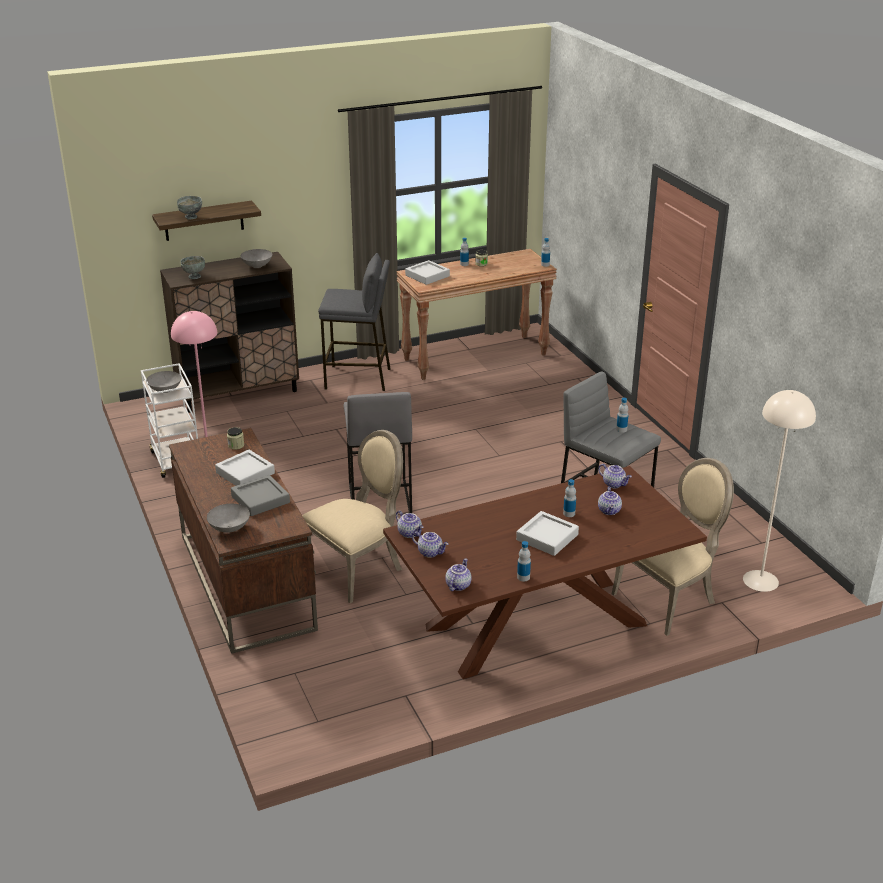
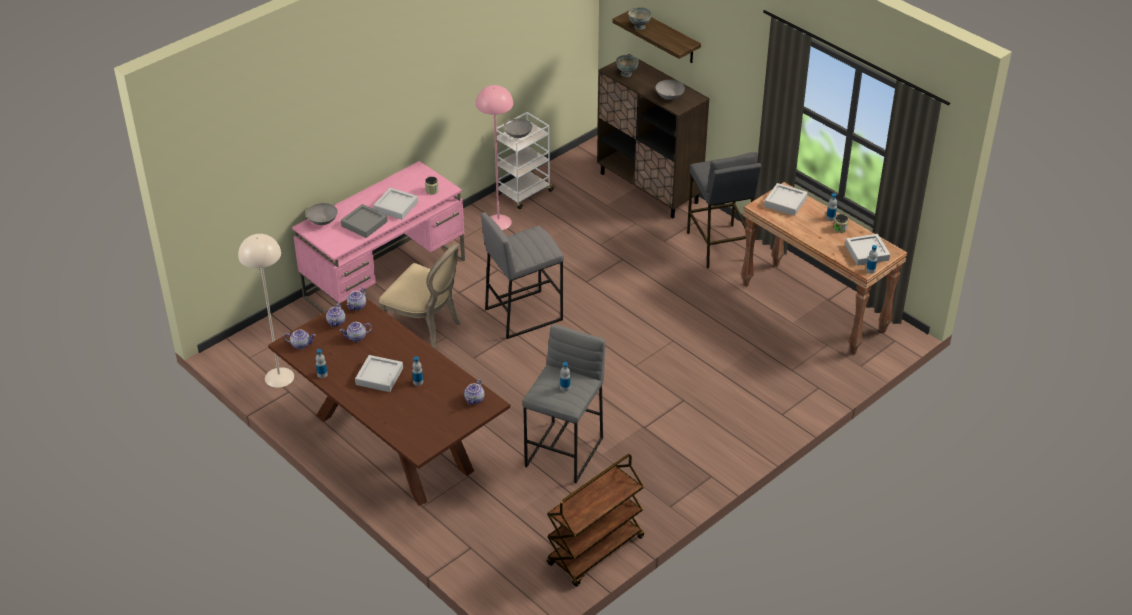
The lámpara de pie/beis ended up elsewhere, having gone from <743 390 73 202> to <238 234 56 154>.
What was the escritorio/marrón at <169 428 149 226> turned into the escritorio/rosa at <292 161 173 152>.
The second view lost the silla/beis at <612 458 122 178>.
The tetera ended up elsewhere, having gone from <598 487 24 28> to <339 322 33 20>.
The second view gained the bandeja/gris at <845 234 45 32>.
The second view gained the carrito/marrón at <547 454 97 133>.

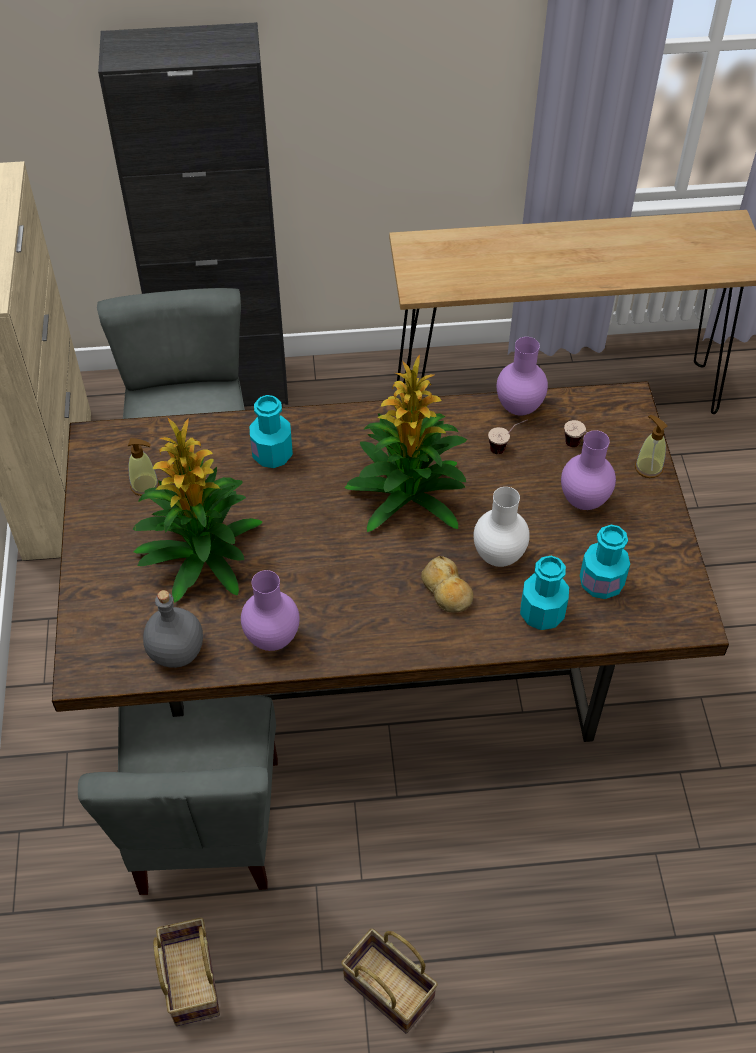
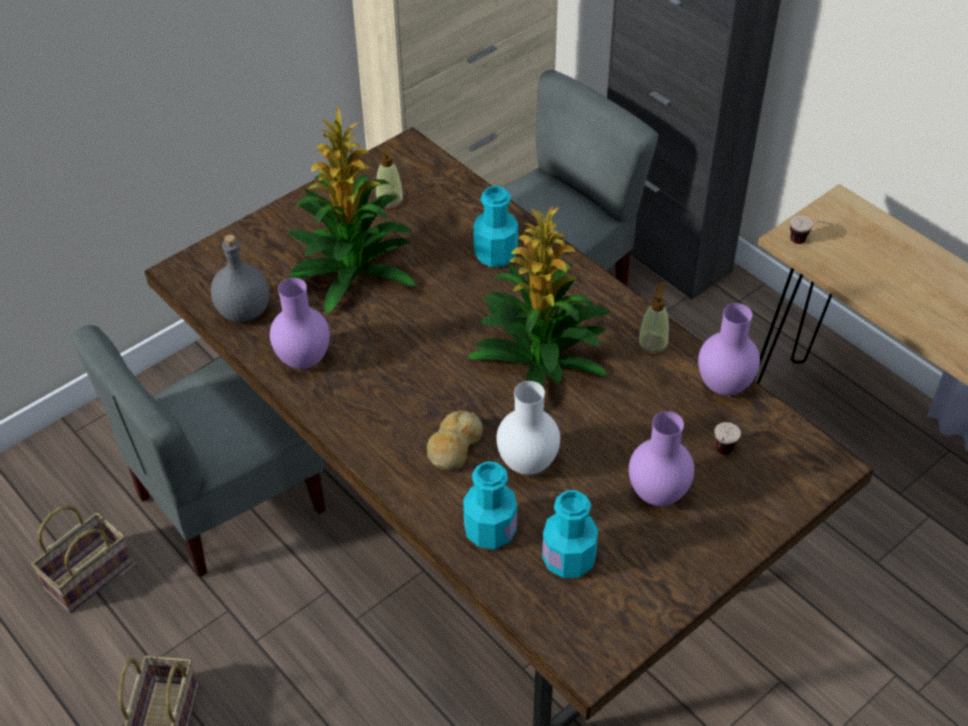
The dispensador de jabón ended up elsewhere, having gone from <635 415 33 63> to <637 282 32 74>.
The taza ended up elsewhere, having gone from <488 419 40 35> to <790 215 42 29>.

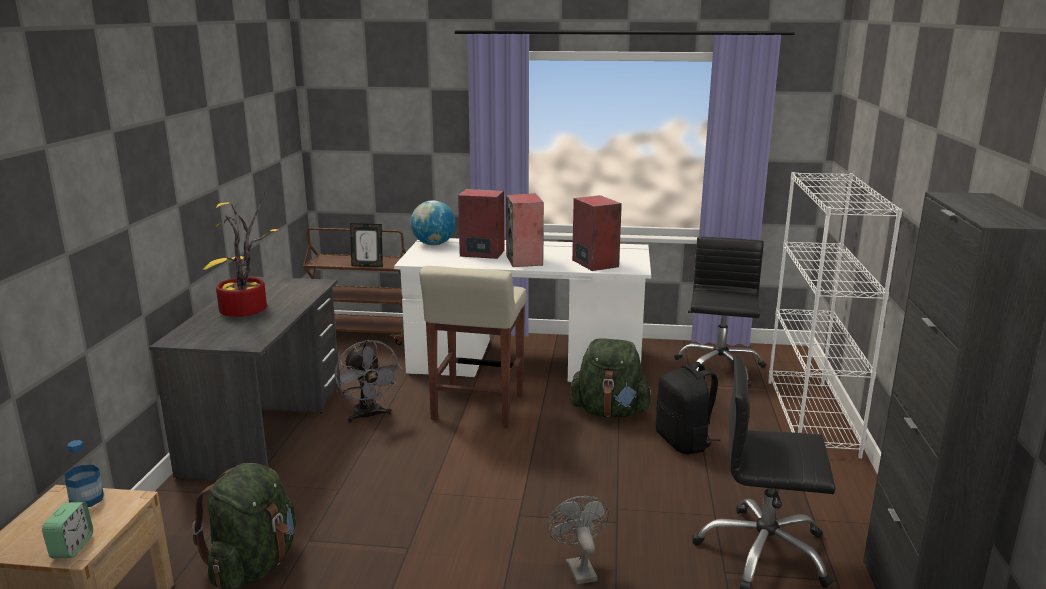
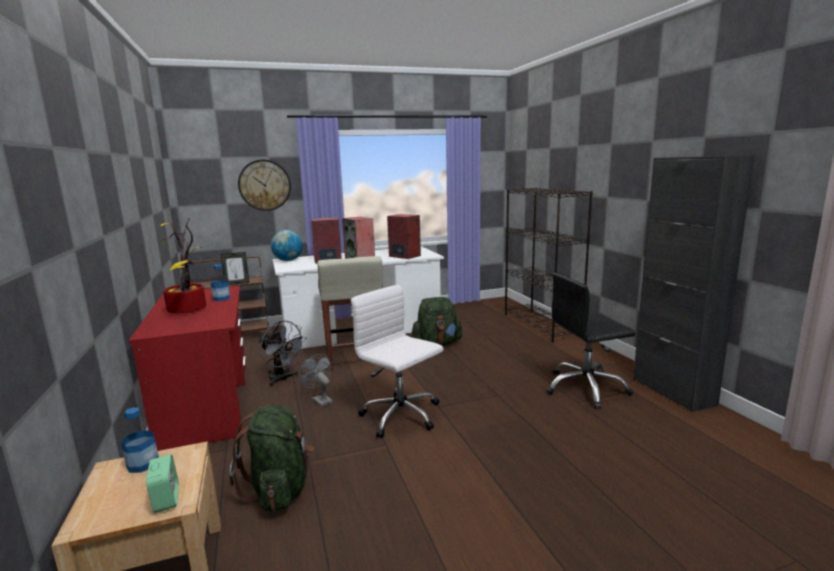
What was the estantería/blanco at <768 172 135 287> turned into the estantería/negro at <505 188 88 154>.
The second view lost the silla de oficina/negro at <674 237 92 149>.
What was the escritorio/gris at <149 276 192 204> turned into the escritorio/rojo at <128 285 118 166>.
The second view lost the mochila/negro at <656 362 64 92>.
The ventilador/gris ended up elsewhere, having gone from <547 496 62 88> to <298 354 35 53>.
The second view gained the reloj de pared at <238 159 53 52>.
The second view gained the botella at <210 264 20 37>.
The second view gained the silla de oficina/blanco at <351 285 93 153>.

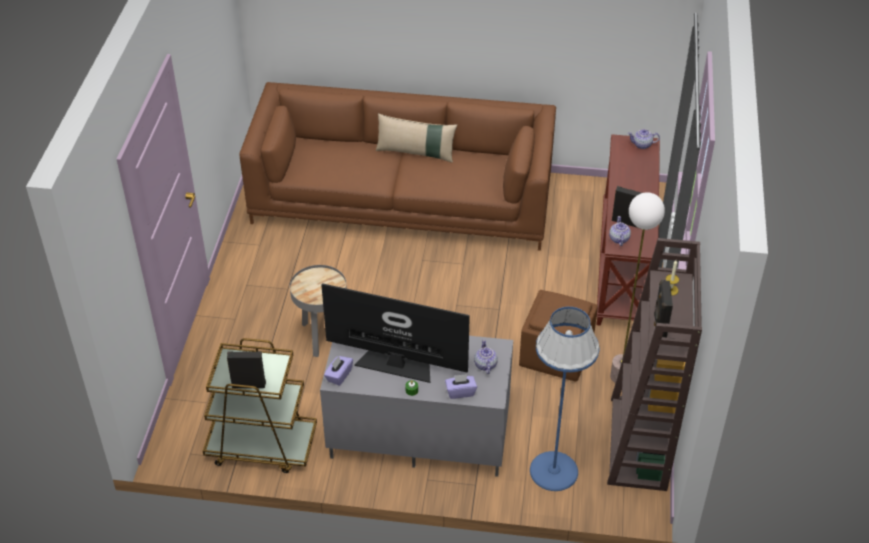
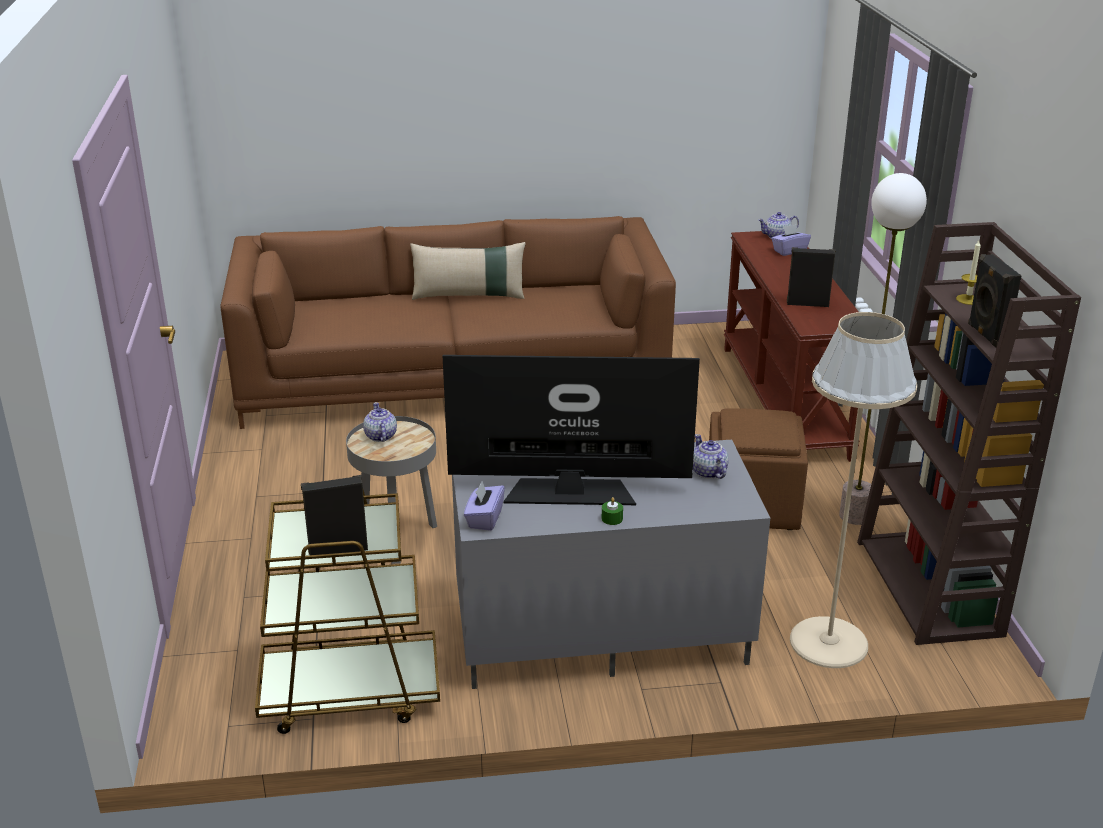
The tetera ended up elsewhere, having gone from <609 216 22 30> to <363 402 34 40>.
What was the lámpara de pie/azul at <530 307 69 184> turned into the lámpara de pie/beis at <790 312 127 356>.
The caja de pañuelos/morado ended up elsewhere, having gone from <445 374 32 25> to <771 224 40 32>.

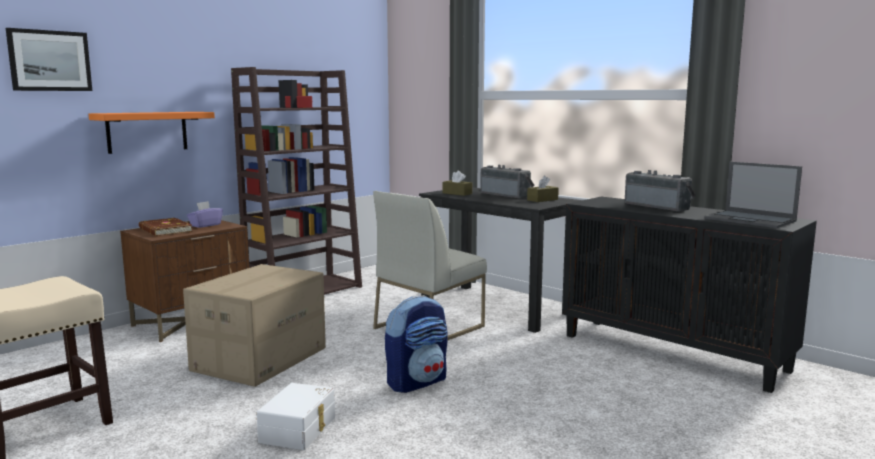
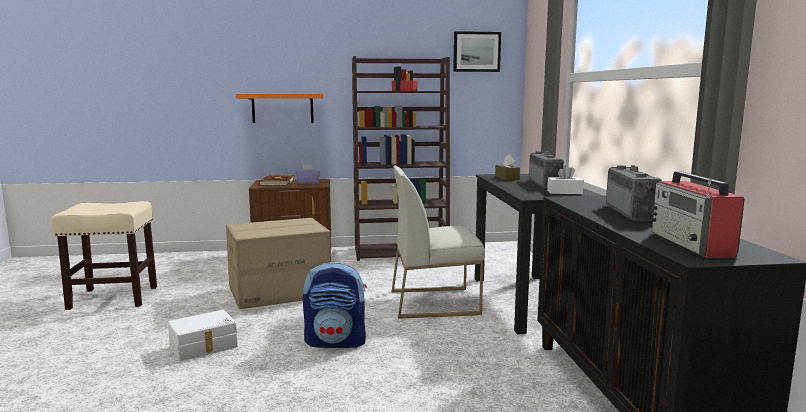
The cuadro ended up elsewhere, having gone from <6 28 86 63> to <453 31 48 41>.
Where the portátil stood at <704 162 98 66>, the radio came to stand at <651 171 94 87>.
What was the caja de pañuelos/marrón at <527 176 32 26> turned into the caja de pañuelos/blanco at <547 165 37 29>.

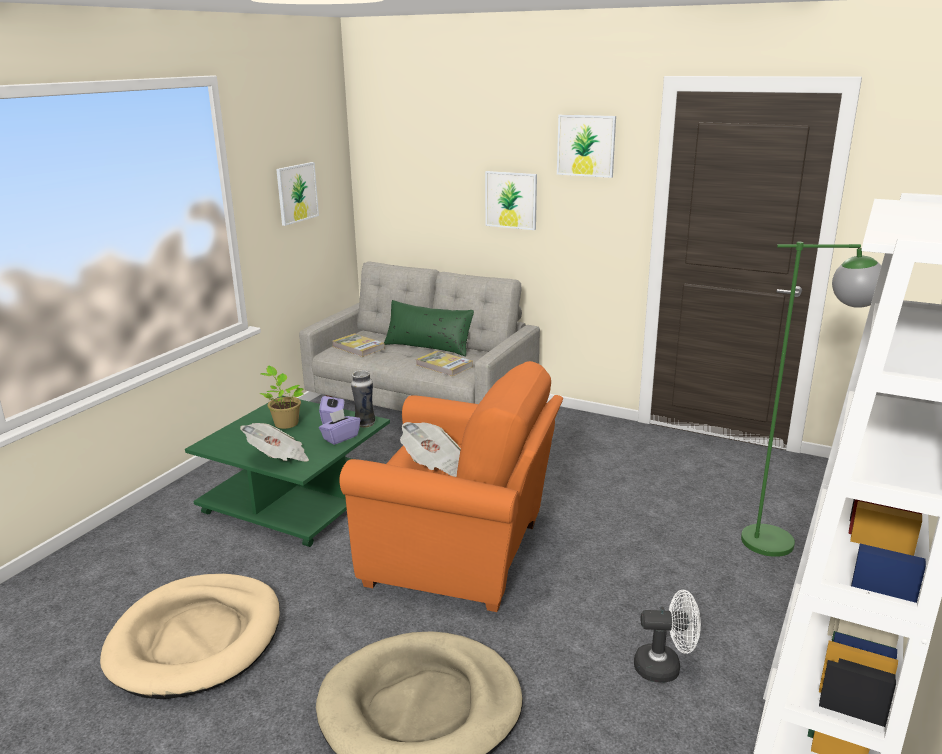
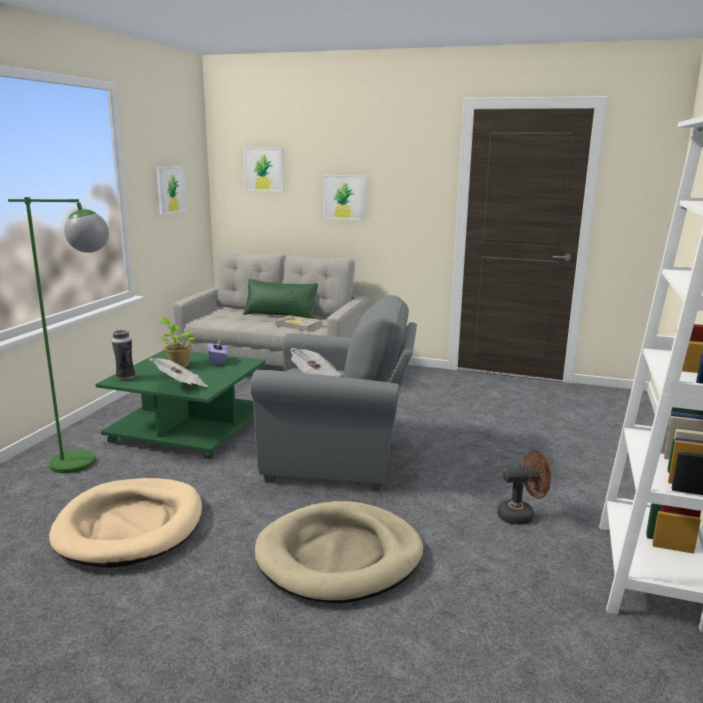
The cuadro ended up elsewhere, having gone from <557 115 59 63> to <243 147 41 45>.
The lámpara de pie/verde ended up elsewhere, having gone from <741 242 141 315> to <8 197 101 277>.
The second view lost the libro at <333 334 52 23>.
What was the sillón/naranja at <339 361 224 251> turned into the sillón/gris at <250 295 167 196>.
The florero ended up elsewhere, having gone from <351 370 24 58> to <112 329 23 52>.
The second view lost the caja de pañuelos/morado at <319 409 41 36>.
What was the ventilador/blanco at <634 590 67 93> turned into the ventilador/marrón at <497 450 54 75>.

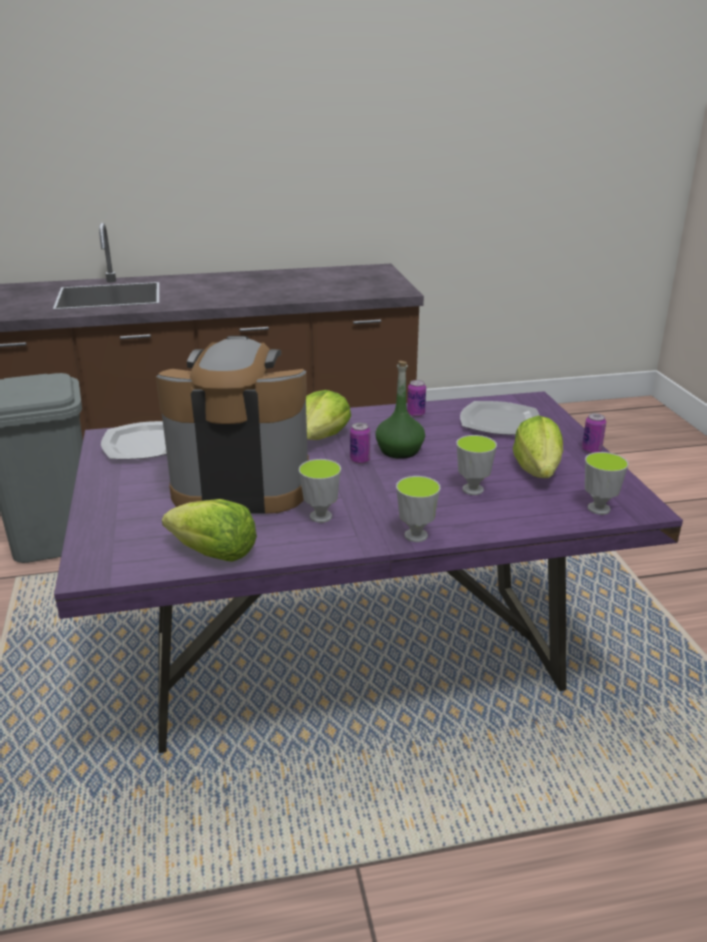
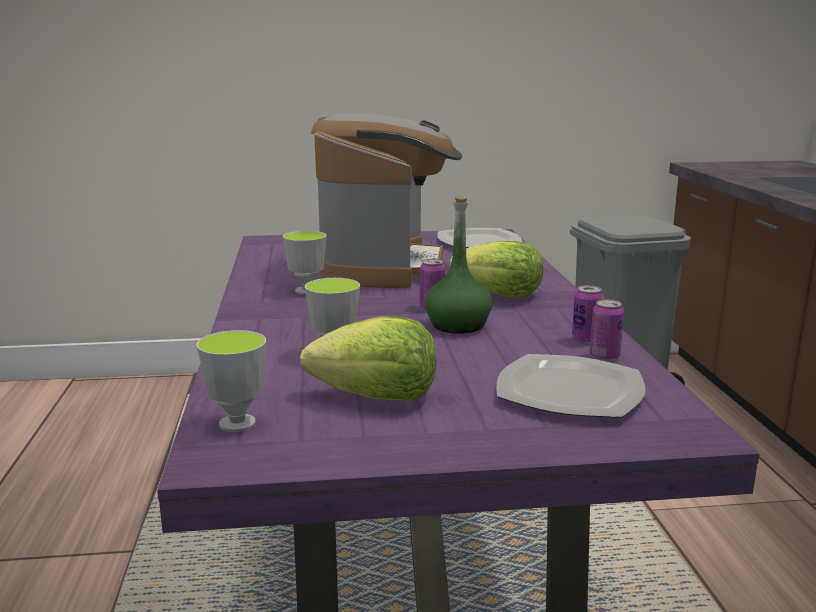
The lata ended up elsewhere, having gone from <582 413 24 40> to <590 299 34 62>.
The second view lost the taza at <396 476 45 66>.
The second view lost the lechuga at <162 499 95 63>.

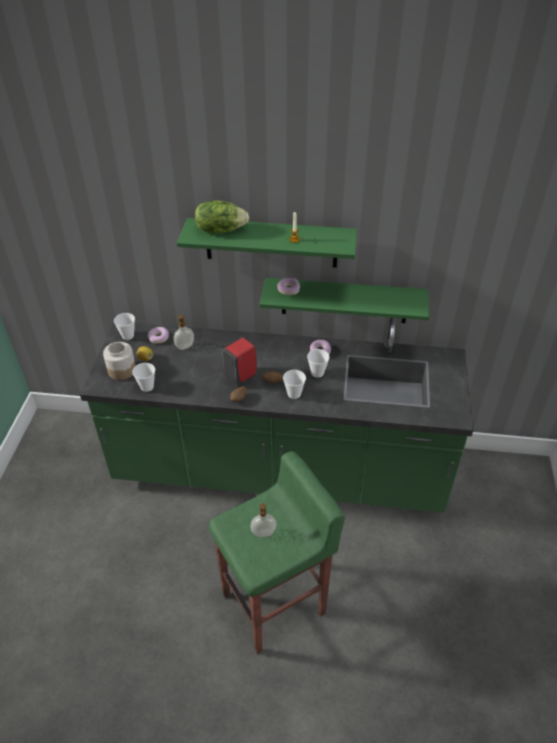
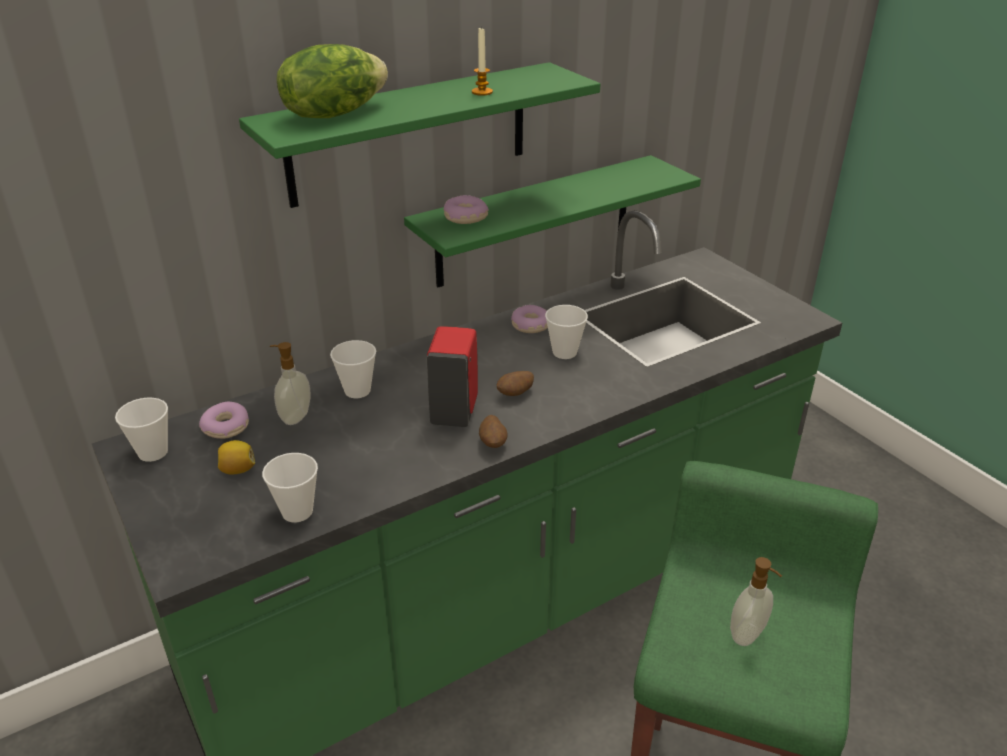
The second view lost the tarro at <103 342 33 38>.
The taza ended up elsewhere, having gone from <283 370 23 29> to <330 340 46 58>.

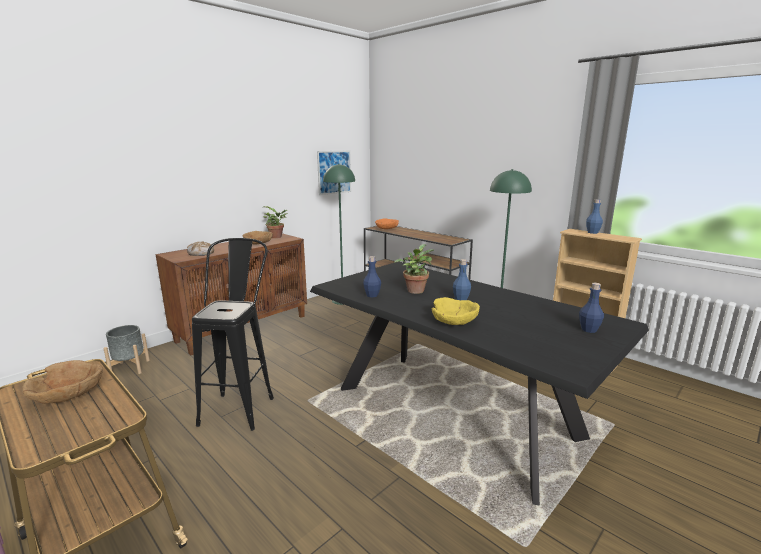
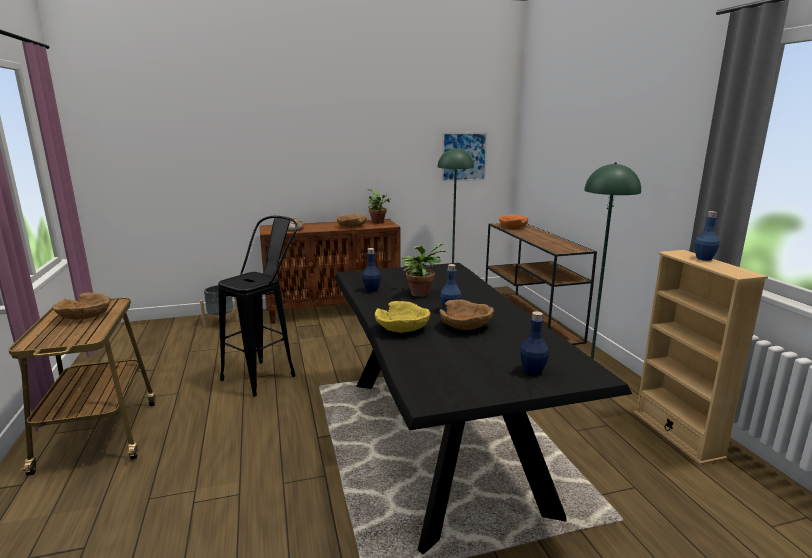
The second view gained the cuenco/marrón at <439 299 55 31>.

